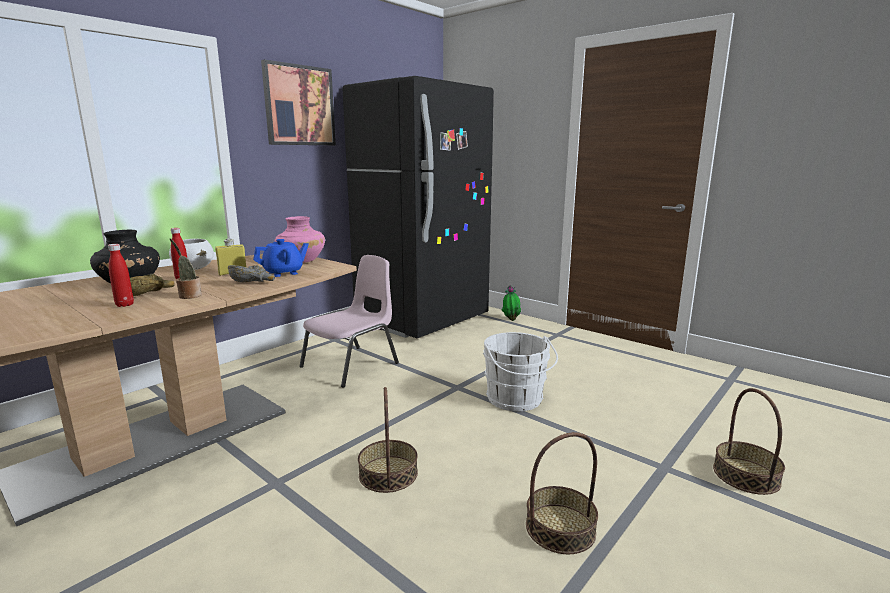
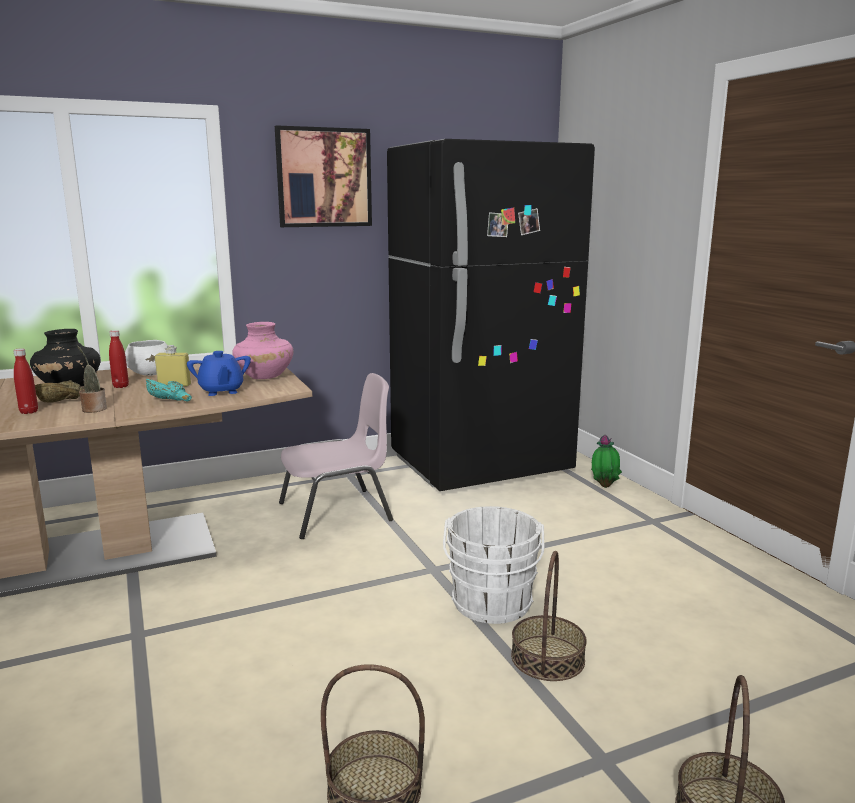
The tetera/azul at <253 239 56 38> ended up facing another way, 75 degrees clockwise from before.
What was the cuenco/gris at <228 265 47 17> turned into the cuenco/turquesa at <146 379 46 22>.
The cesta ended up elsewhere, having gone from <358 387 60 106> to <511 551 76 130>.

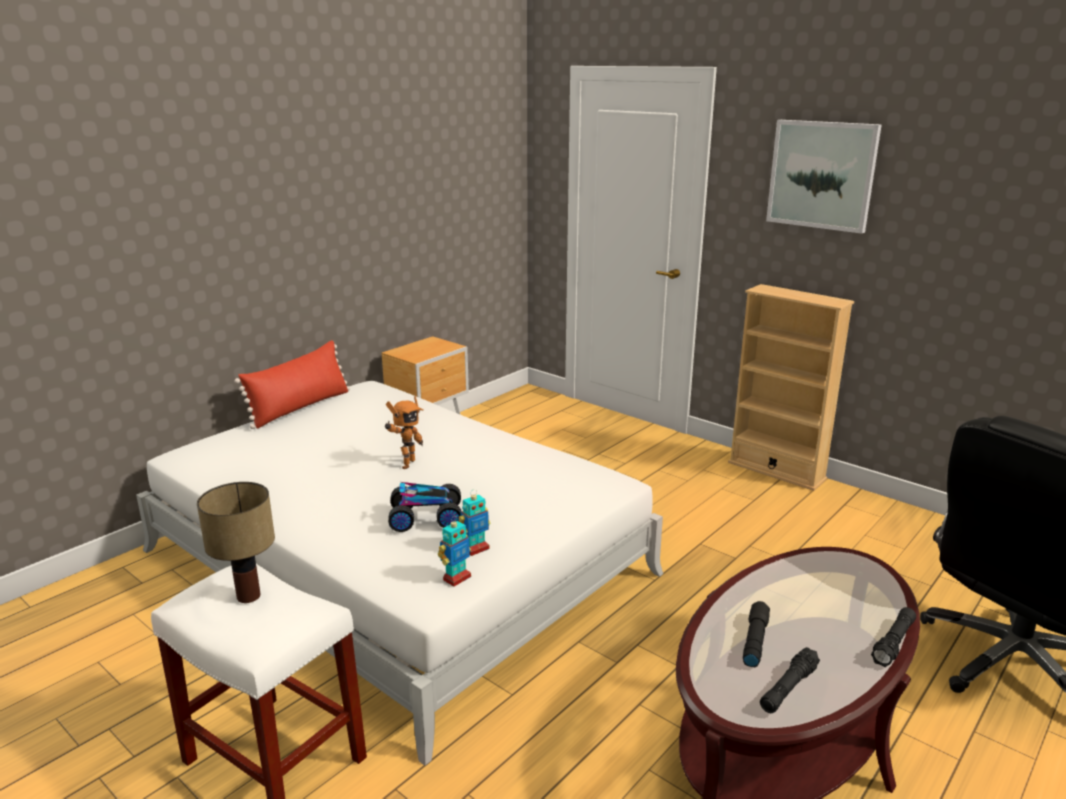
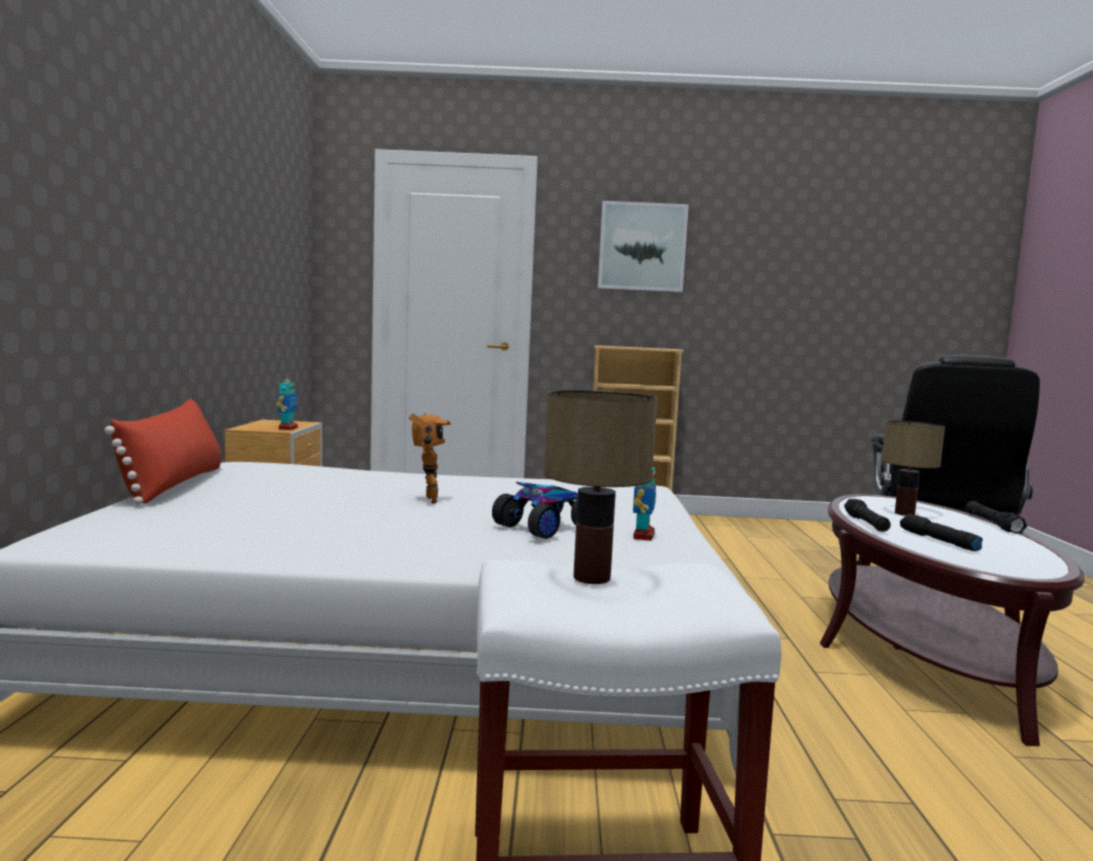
The robot de juguete ended up elsewhere, having gone from <438 516 33 71> to <276 374 22 56>.
The linterna/negro ended up elsewhere, having gone from <760 647 60 66> to <844 499 47 33>.
The second view gained the lámpara de mesa at <882 421 63 95>.

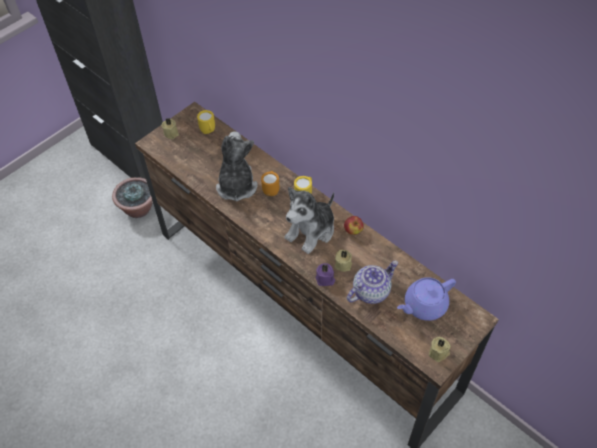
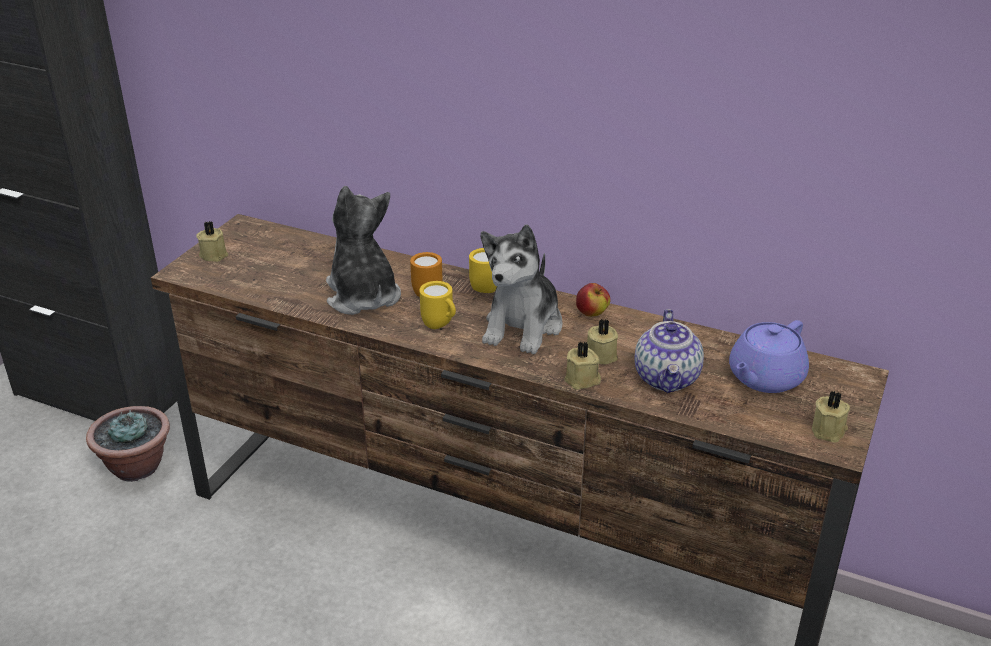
The taza grande/amarillo ended up elsewhere, having gone from <197 110 18 24> to <419 281 37 48>.
The tetera at <347 261 51 43> ended up facing another way, 150 degrees clockwise from before.
What was the vela/morado at <316 263 19 23> turned into the vela/beis at <564 341 37 49>.

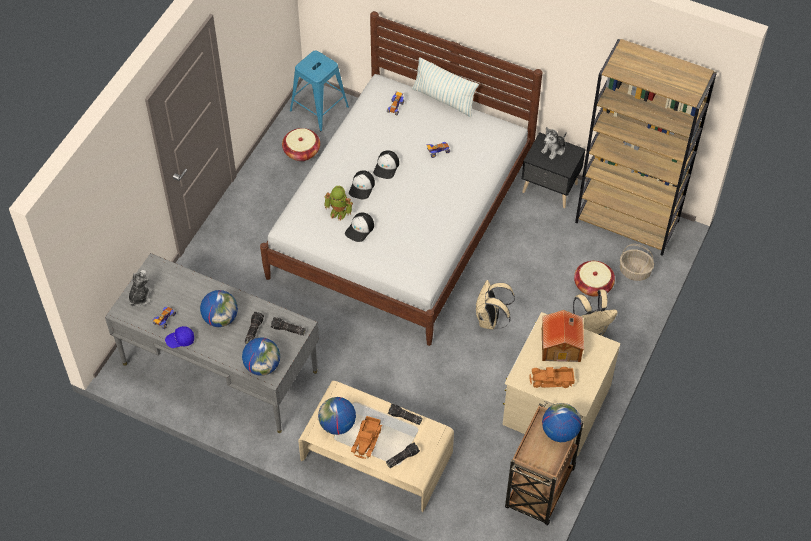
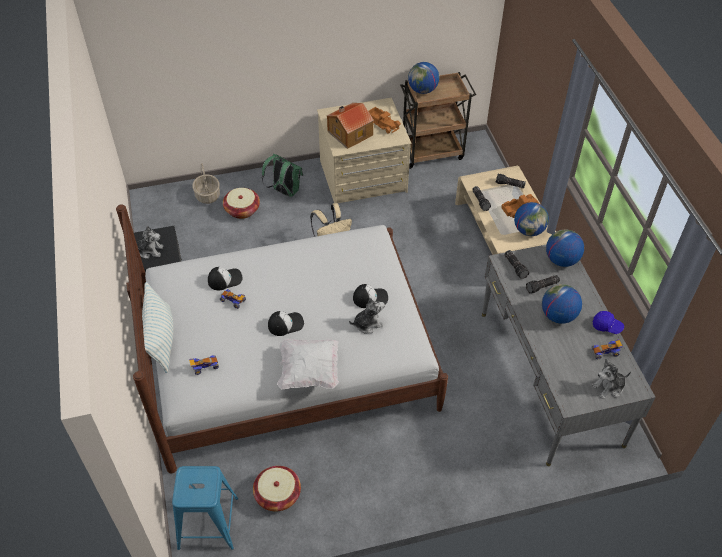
The second view lost the estantería/marrón at <575 39 142 217>.
The gorra ended up elsewhere, having gone from <349 170 26 29> to <208 267 35 23>.
Where the robot de juguete stood at <324 185 29 36>, the peluche came to stand at <349 298 36 35>.
What was the mochila/beis at <573 289 45 47> turned into the mochila/verde at <262 154 41 43>.
The second view gained the cojín/blanco at <277 339 62 50>.

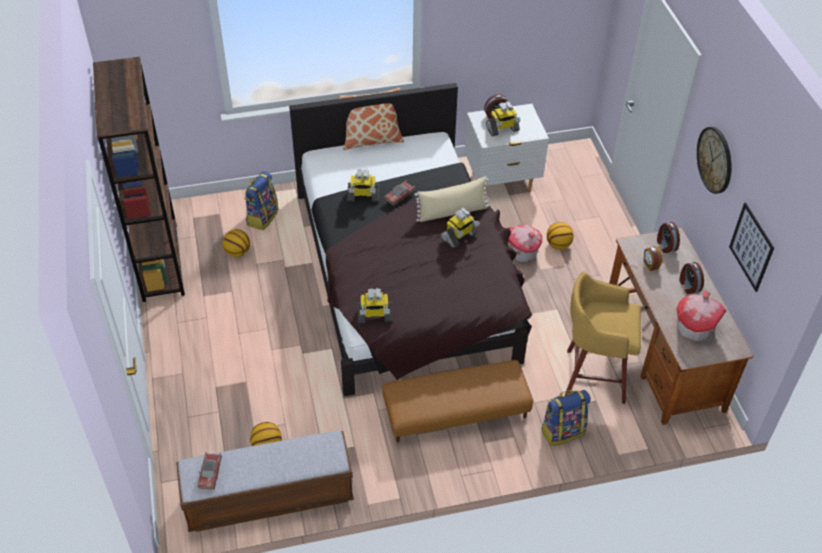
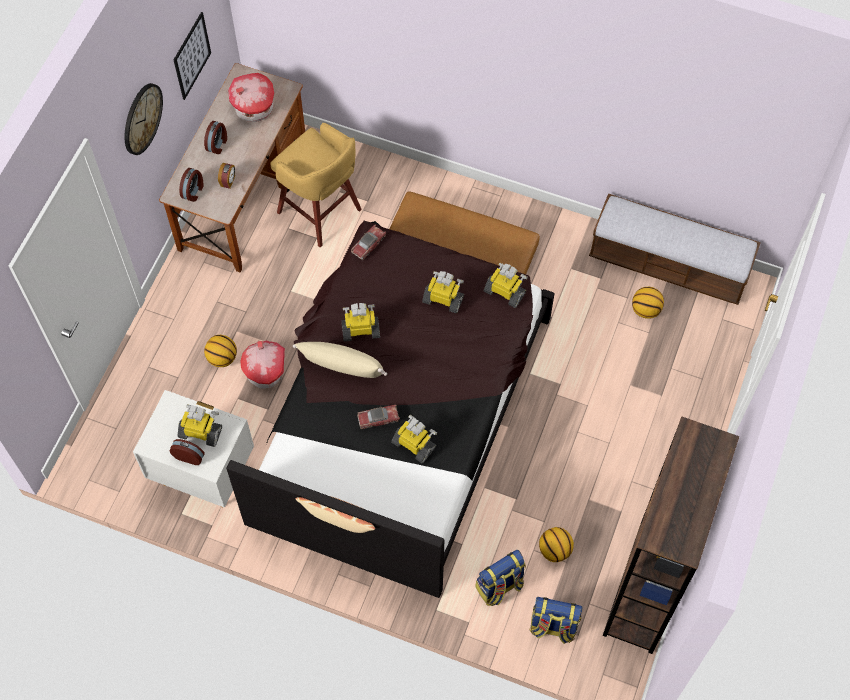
The mochila ended up elsewhere, having gone from <541 390 50 56> to <530 597 53 47>.
The coche de juguete ended up elsewhere, having gone from <198 452 24 38> to <351 225 35 35>.
The second view gained the robot de juguete at <422 271 42 42>.

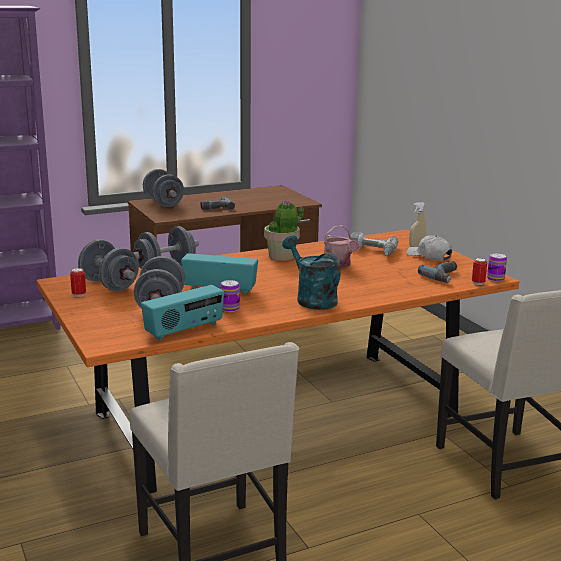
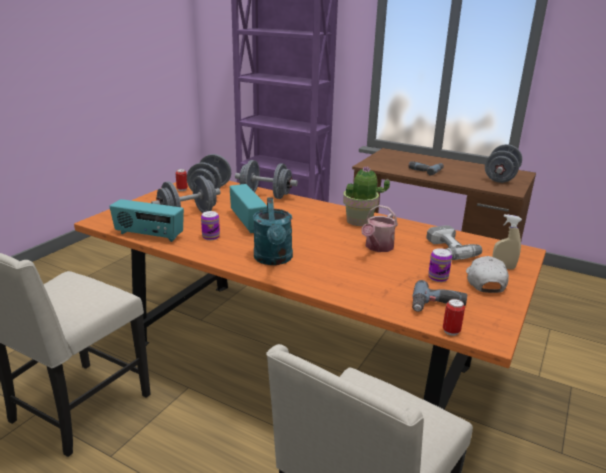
The mancuerna/gris ended up elsewhere, having gone from <143 169 41 38> to <485 144 37 39>.
The regadera/turquesa at <282 235 59 75> ended up facing another way, 150 degrees clockwise from before.
The lata ended up elsewhere, having gone from <487 253 20 29> to <428 248 24 34>.

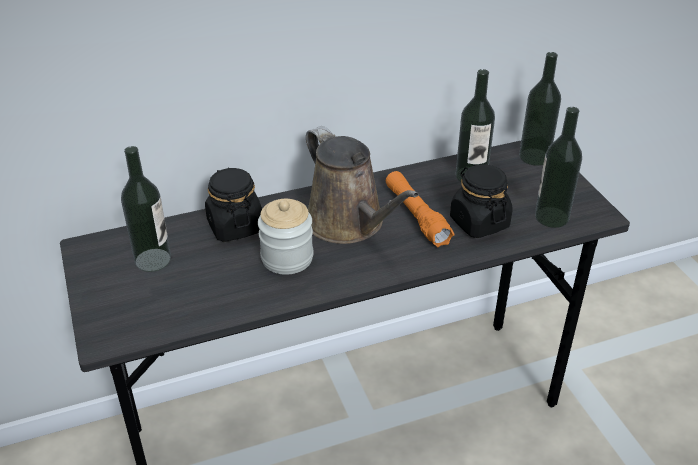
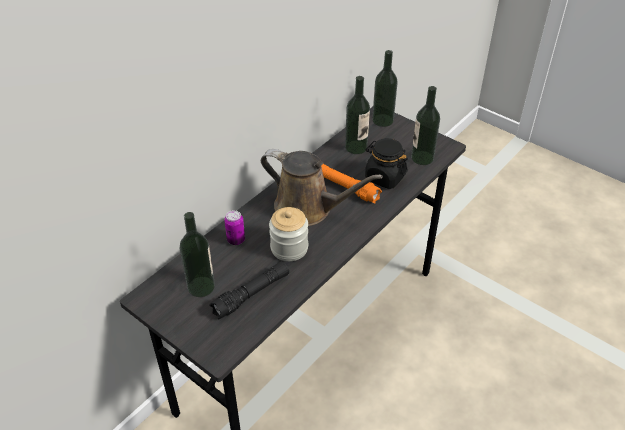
Where the tarro/negro stood at <205 167 57 75>, the lata came to stand at <224 210 21 35>.
The second view gained the linterna/negro at <209 261 80 58>.

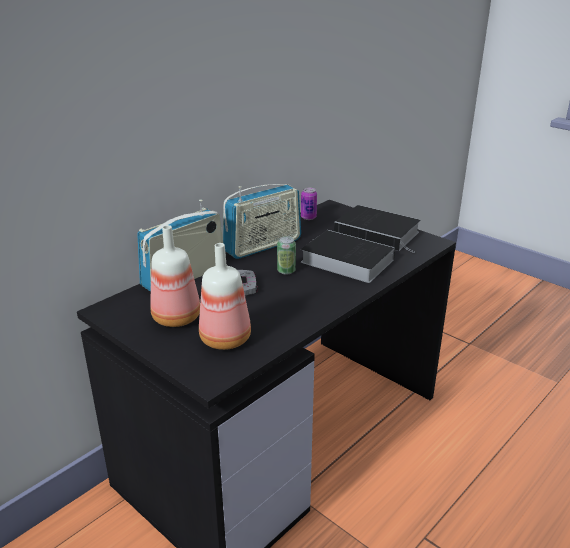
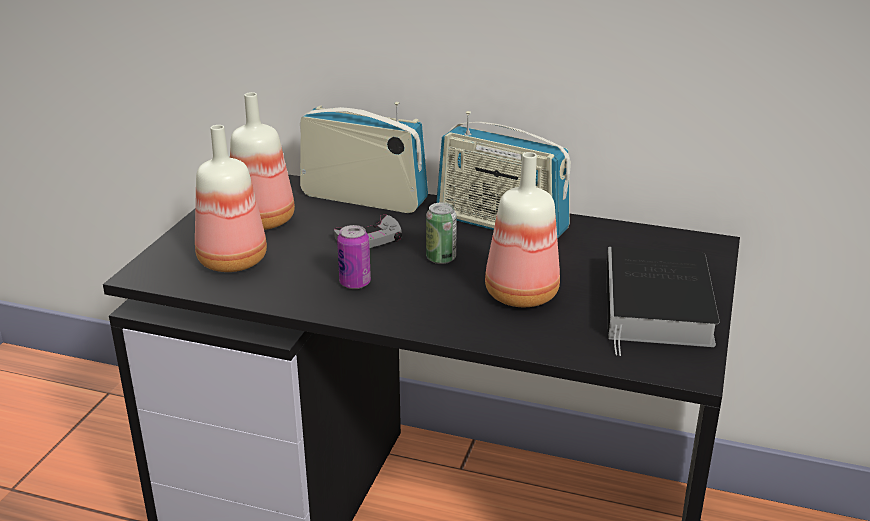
The lata ended up elsewhere, having gone from <301 188 16 32> to <337 225 34 64>.
Where the libro stood at <301 230 94 53>, the botella came to stand at <485 152 75 155>.

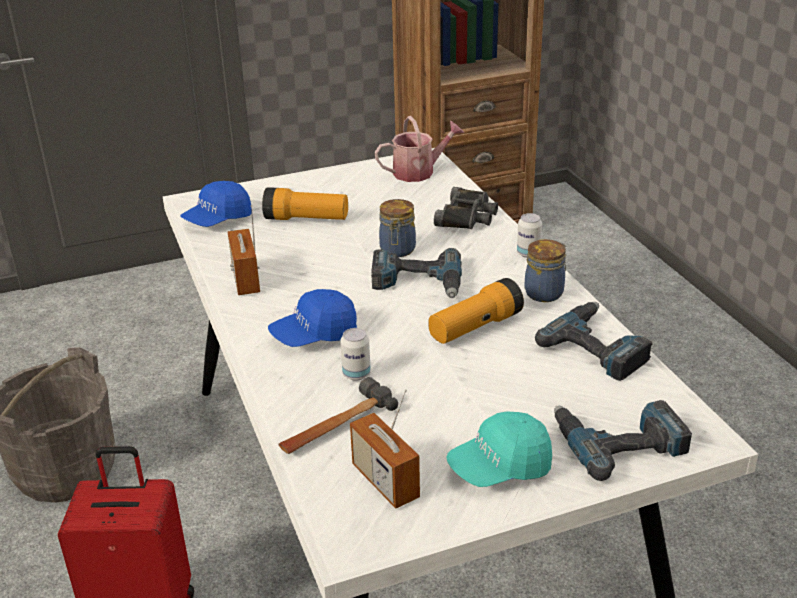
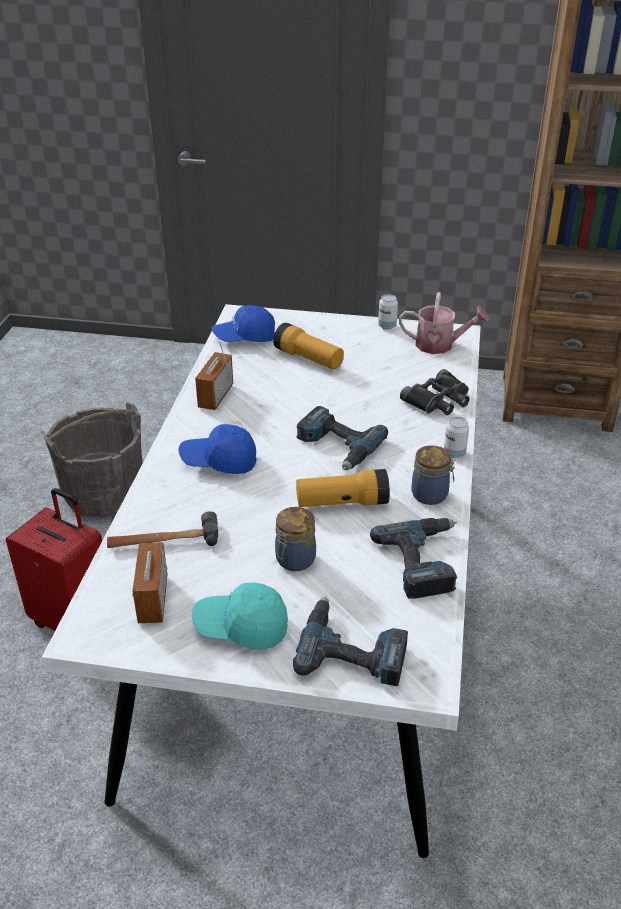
The tarro ended up elsewhere, having gone from <379 199 37 58> to <275 507 41 64>.
The lata ended up elsewhere, having gone from <340 328 31 53> to <378 294 20 36>.

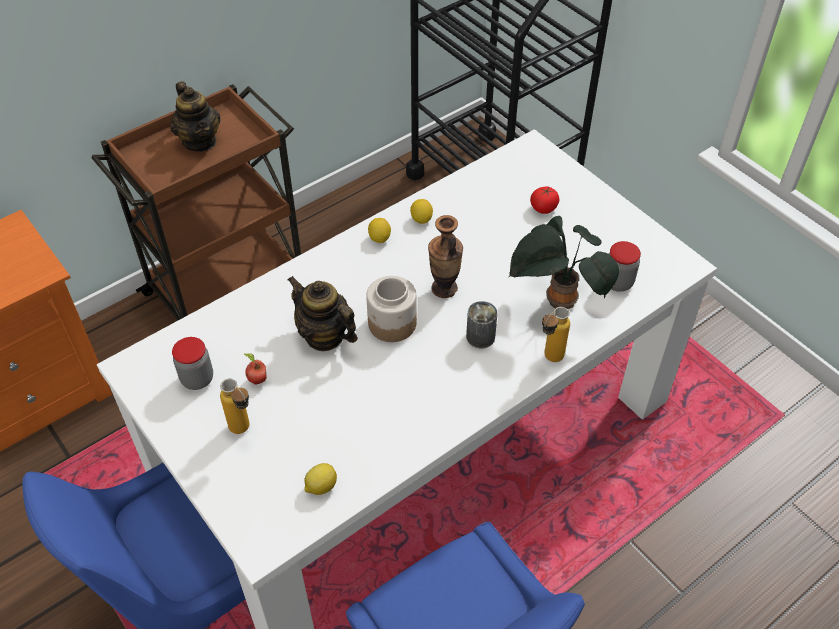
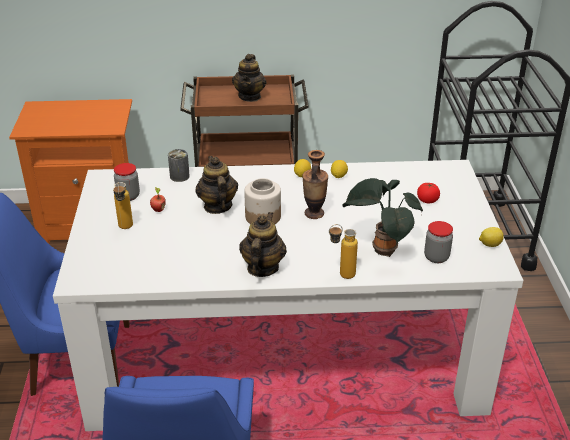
The lata ended up elsewhere, having gone from <466 301 31 47> to <168 149 22 33>.
The limón ended up elsewhere, having gone from <304 463 33 32> to <479 227 25 20>.
The second view gained the tetera at <239 212 48 65>.

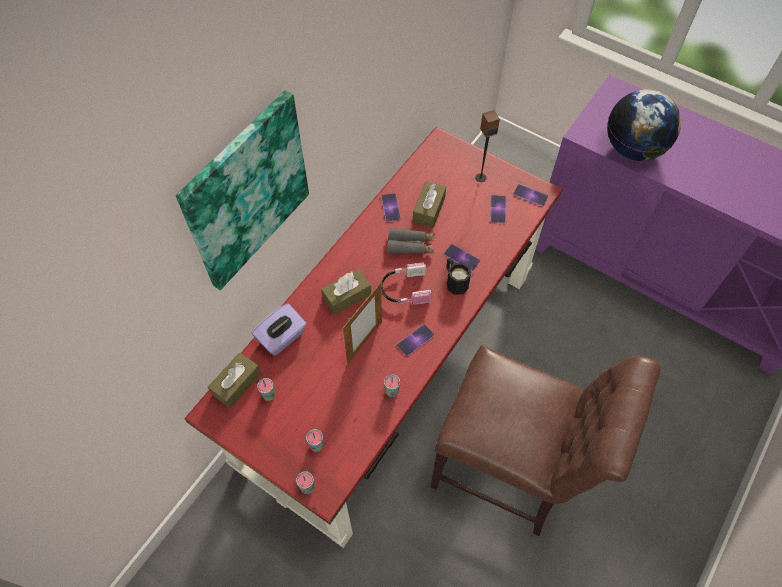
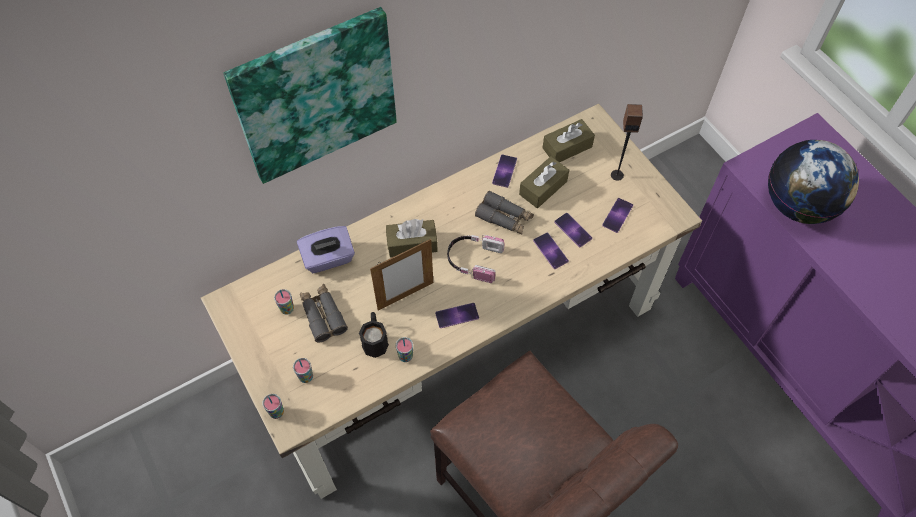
What was the escritorio/rojo at <184 127 379 421> turned into the escritorio/beis at <201 104 501 395>.
The móvil ended up elsewhere, having gone from <513 184 36 22> to <554 213 38 34>.
The taza grande/negro ended up elsewhere, having gone from <447 258 24 37> to <359 312 30 46>.
The caja de pañuelos/marrón ended up elsewhere, having gone from <208 353 53 56> to <542 119 53 43>.
The second view gained the prismáticos/gris at <300 284 48 59>.

